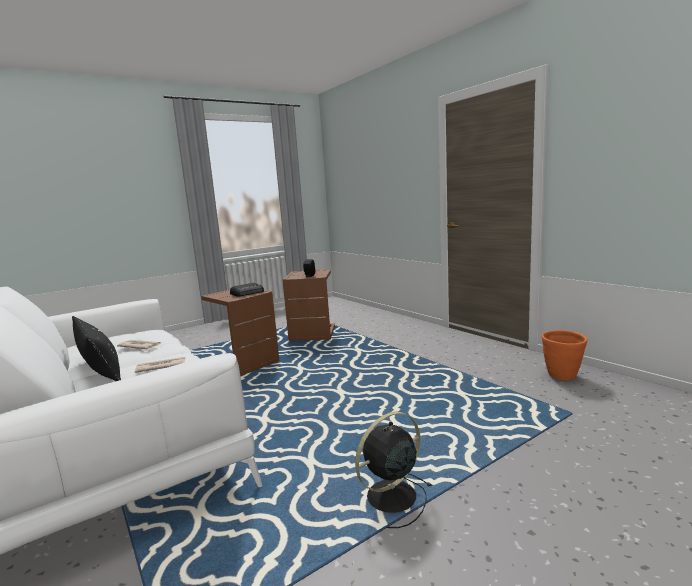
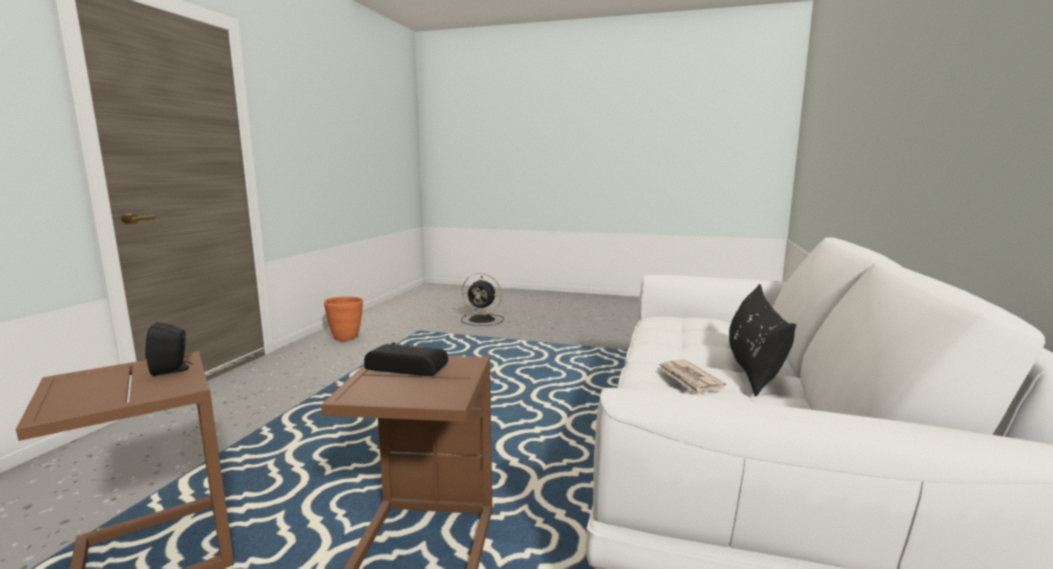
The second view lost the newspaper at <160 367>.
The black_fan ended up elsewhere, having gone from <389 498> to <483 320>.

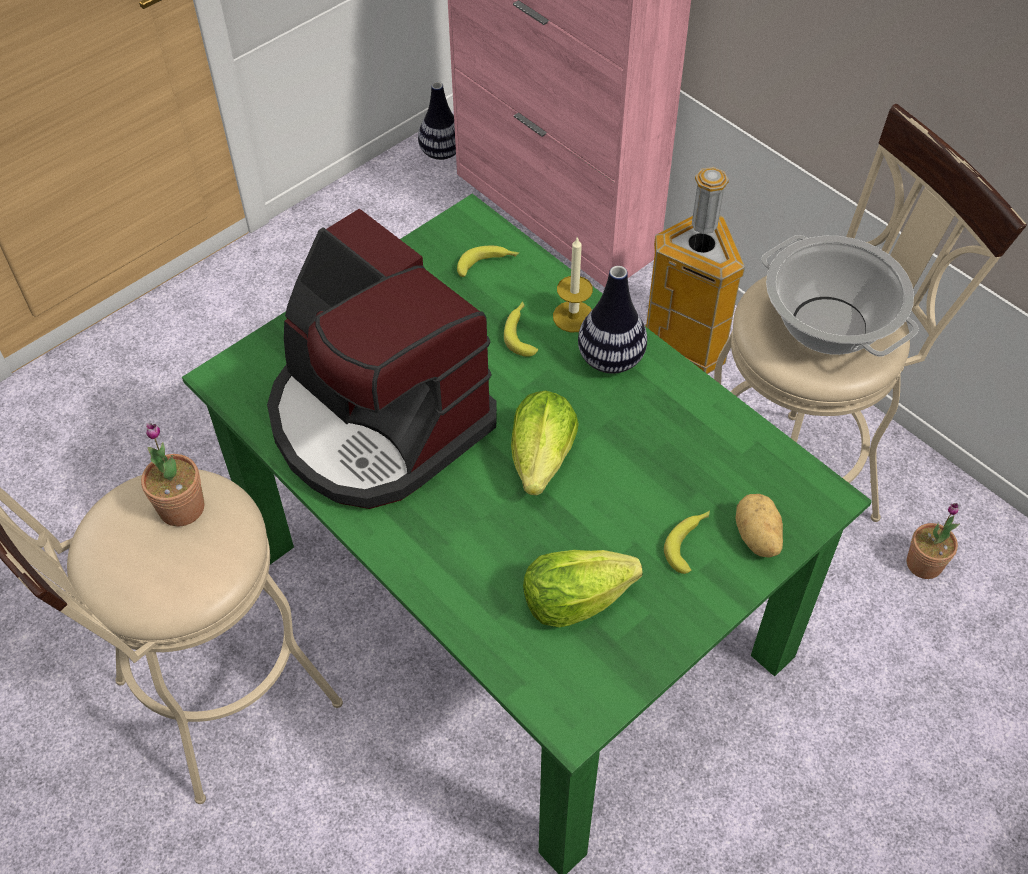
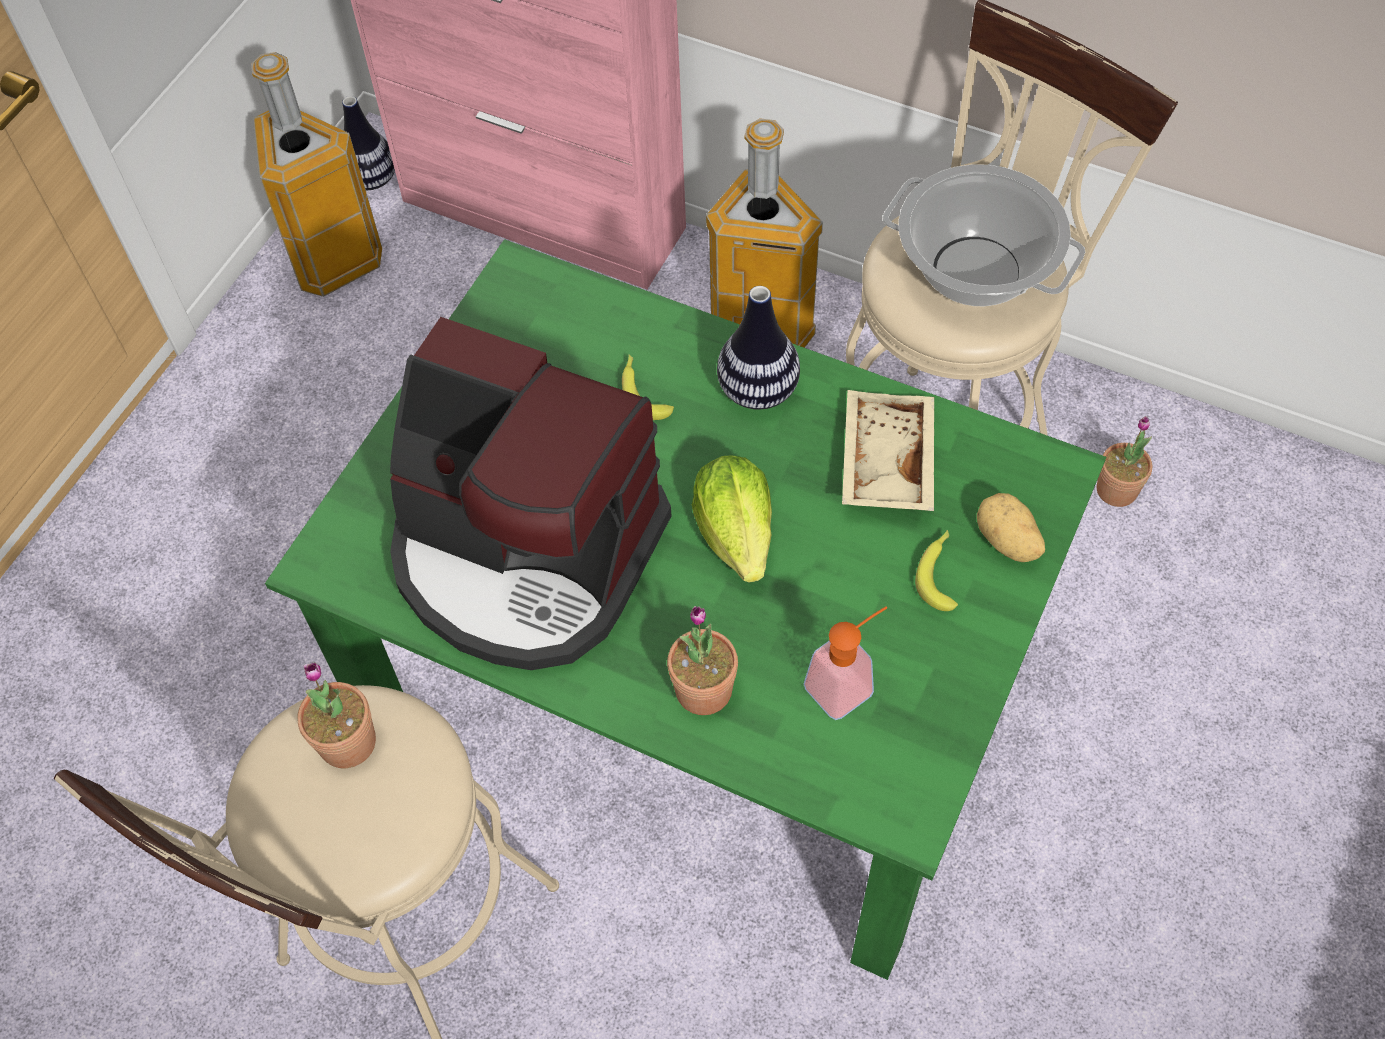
The second view lost the banana at <488 264>.
The second view lost the candle at <573 316>.
The second view gained the trash_can at <332 258>.
The second view gained the potted_plant at <703 690>.
The second view gained the beige_tray at <884 461>.
Where the lettuce stood at <574 600>, the soap_dispenser came to stand at <847 683>.

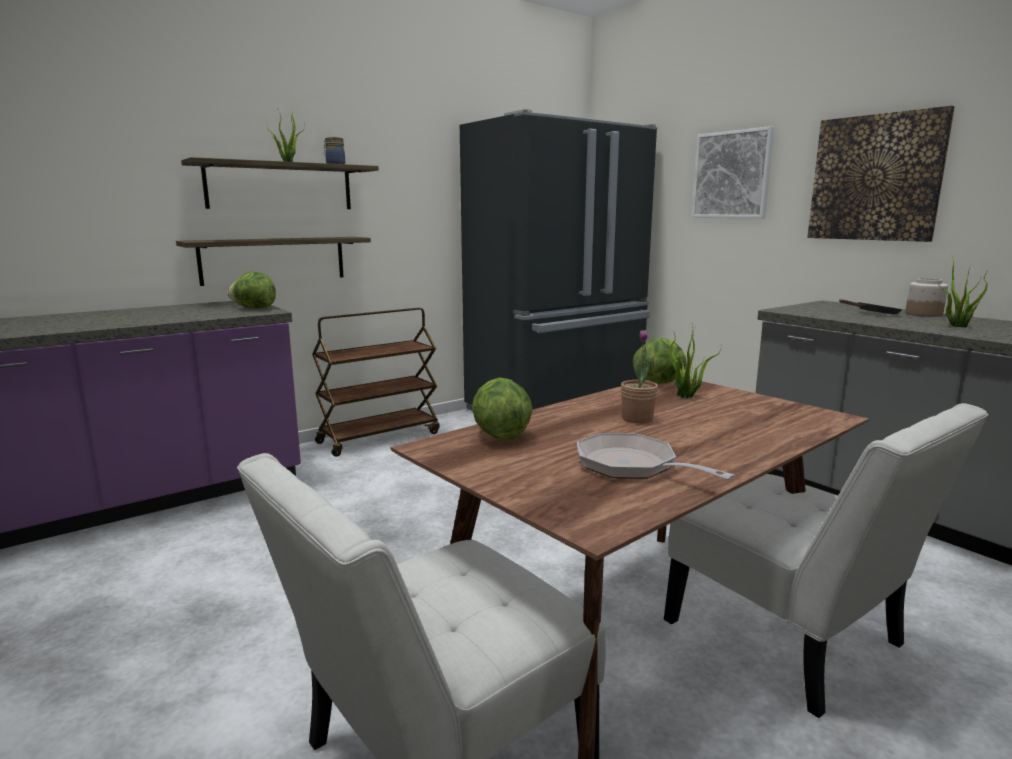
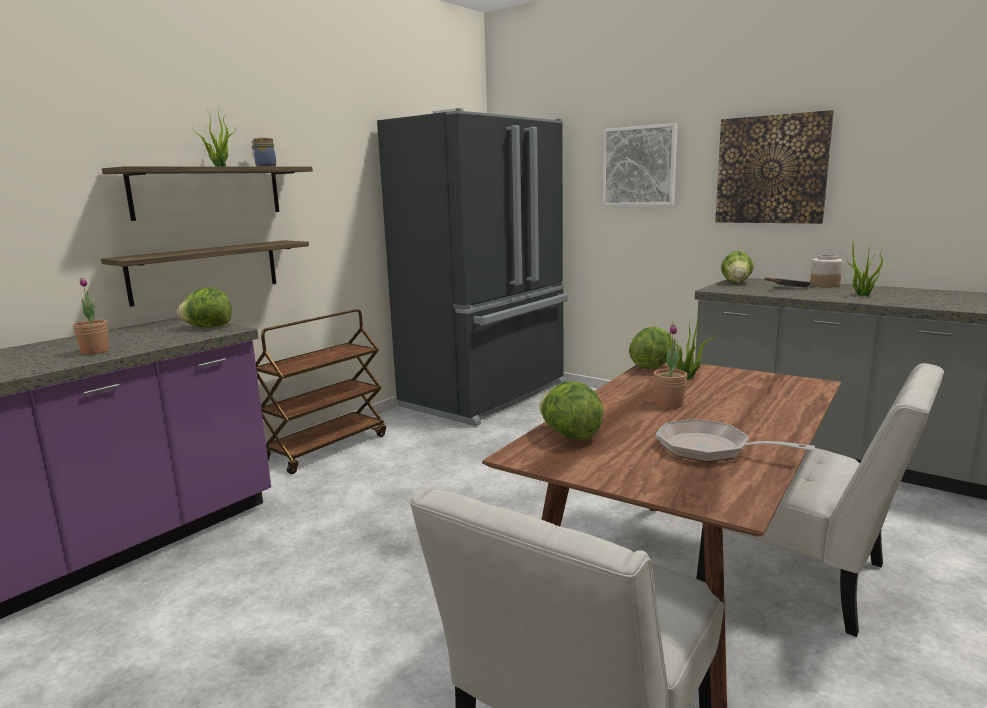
The second view gained the potted_plant at <95 352>.
The second view gained the lettuce at <736 283>.

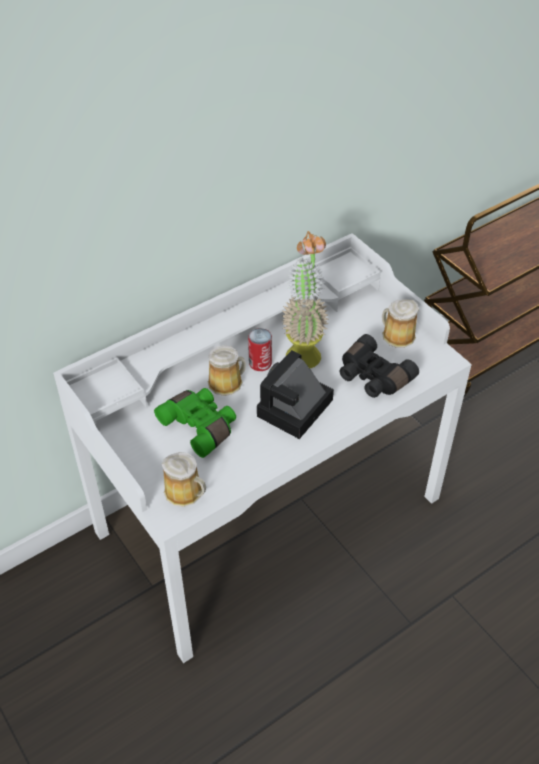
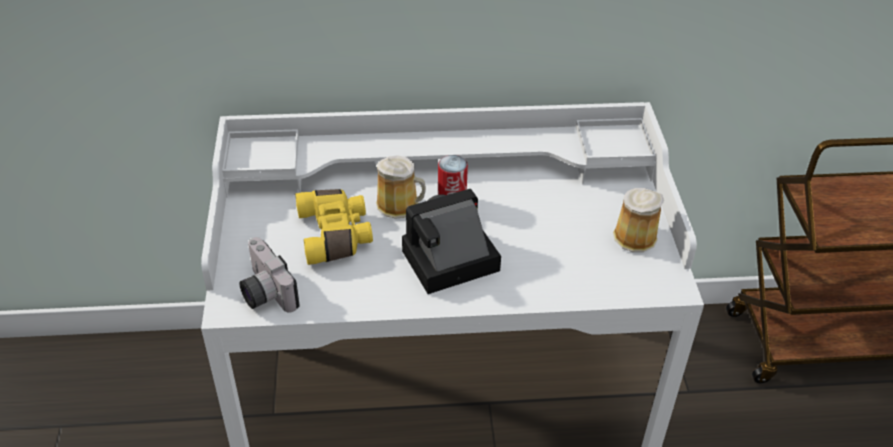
The second view lost the potted_plant at <304 349>.
The second view lost the black_binoculars at <372 377>.
Where the mug stood at <186 493>, the photo_camera came to stand at <264 292>.
What was the green_binoculars at <200 426> turned into the yellow_binoculars at <336 235>.

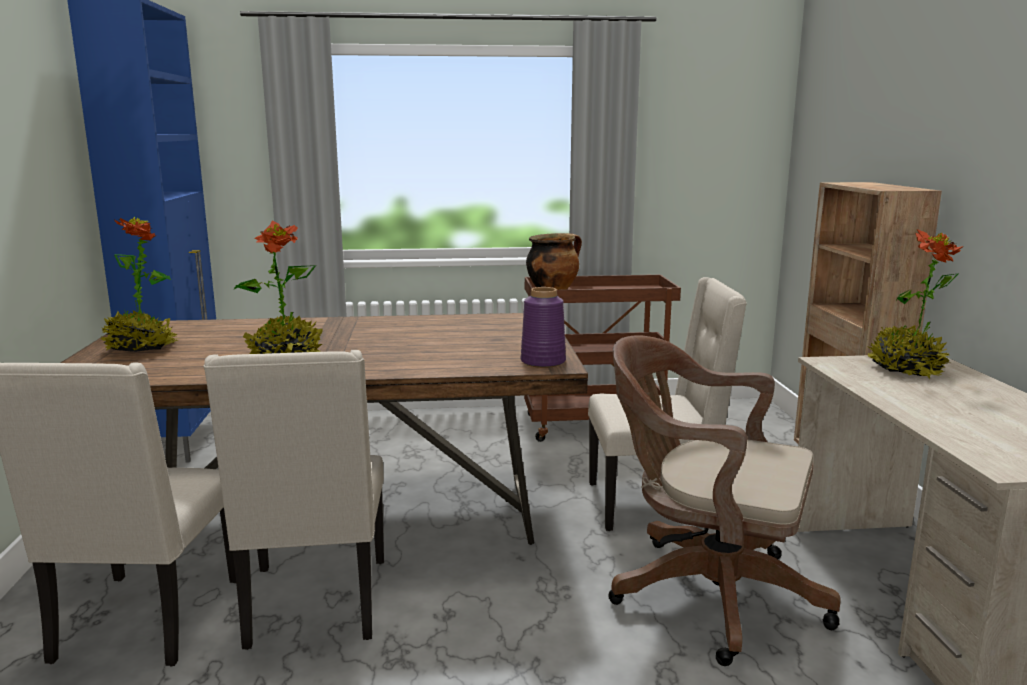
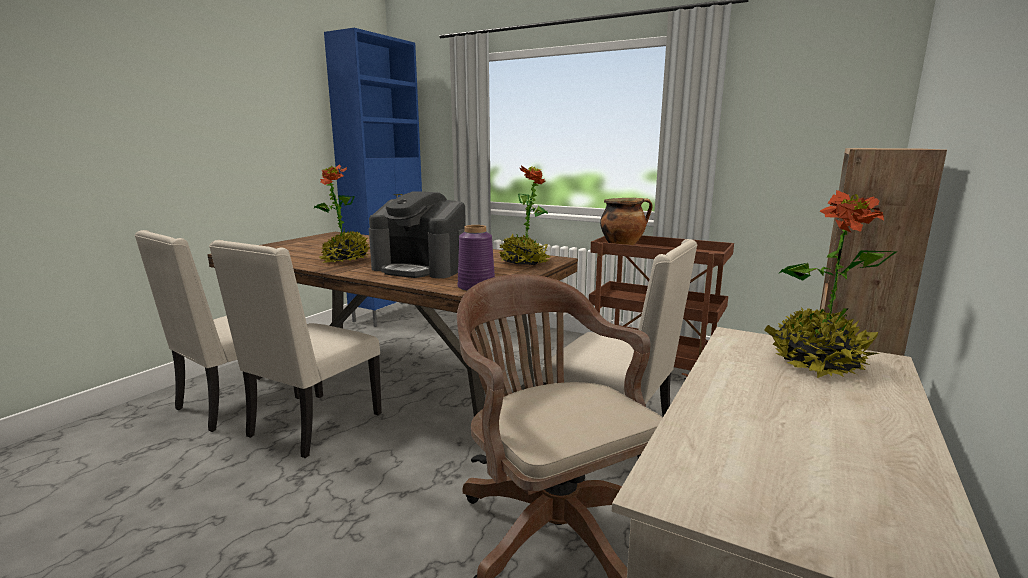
The second view gained the coffee_machine at <421 268>.
The potted_plant ended up elsewhere, having gone from <141 348> to <524 263>.

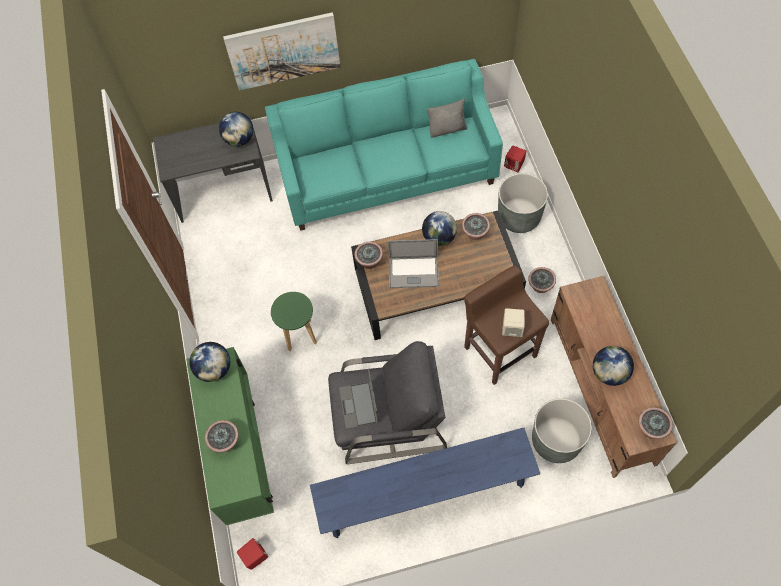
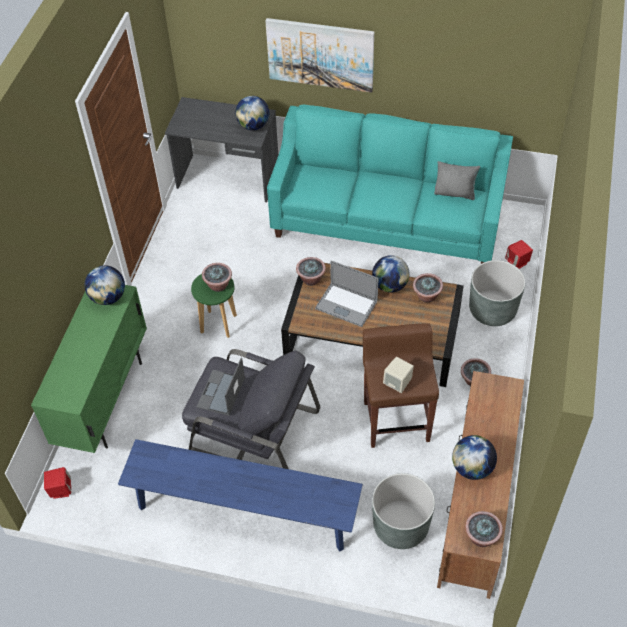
The potted_plant ended up elsewhere, having gone from <225 442> to <218 285>.

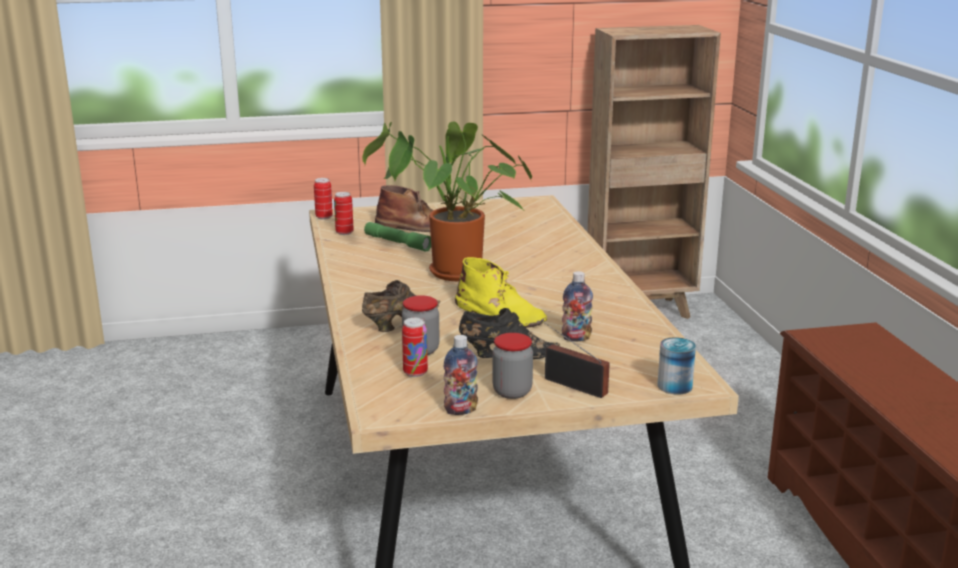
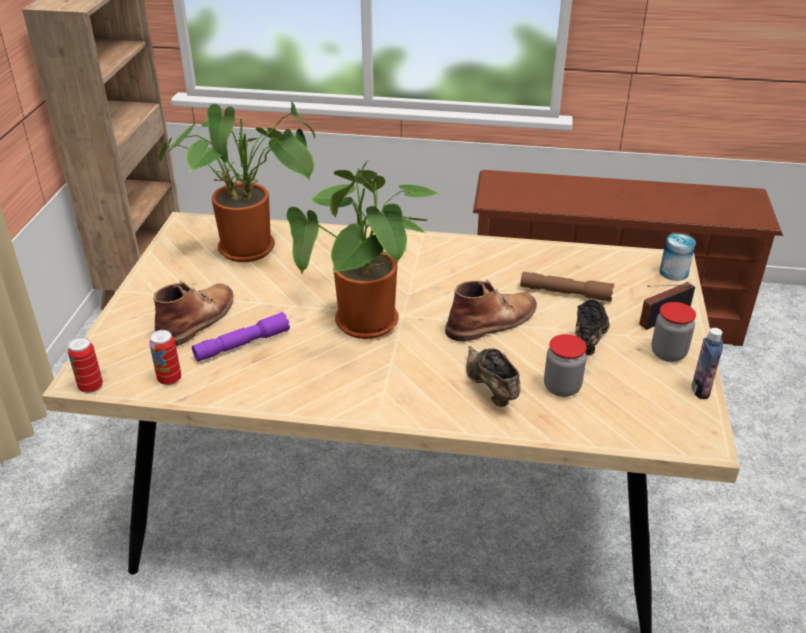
The second view lost the can at <415 373>.
The second view gained the potted_plant at <254 248>.
Where the bottle stood at <576 338>, the brown_flashlight came to stand at <565 293>.
What was the green_flashlight at <397 243> turned into the purple_flashlight at <242 344>.
What was the yellow_boot at <499 314> turned into the brown_boot at <493 321>.

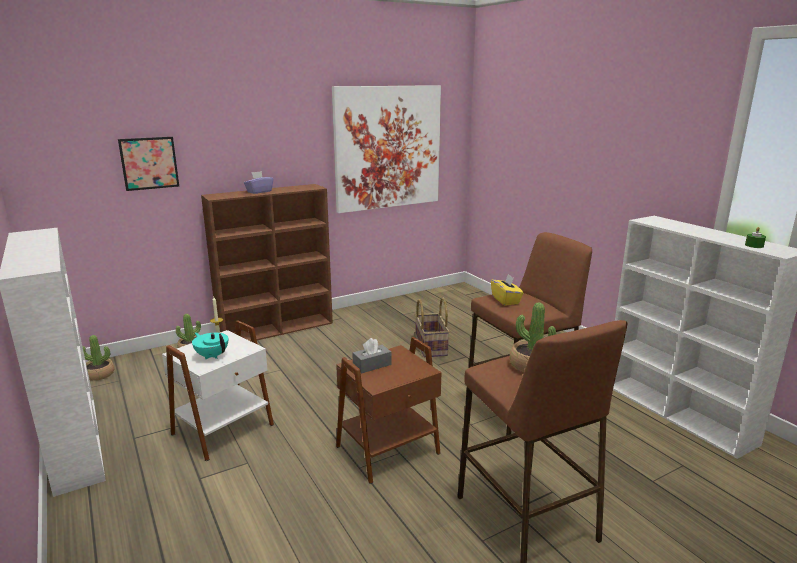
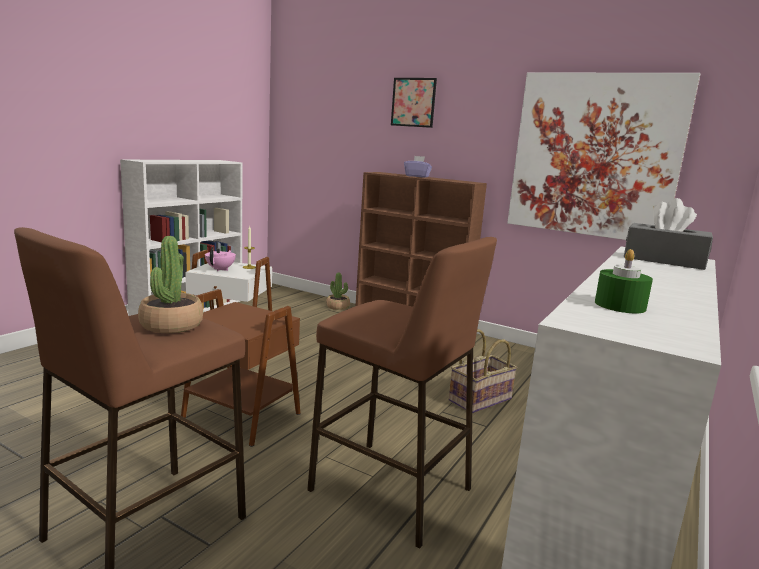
The second view lost the potted_plant at <99 375>.
The second view lost the yellow_tissue_box at <506 300>.
The picture ended up elsewhere, having gone from <149 163> to <413 102>.
The grey_tissue_box ended up elsewhere, having gone from <372 365> to <664 260>.
What was the turquoise_teapot at <212 356> turned into the pink_teapot at <221 269>.

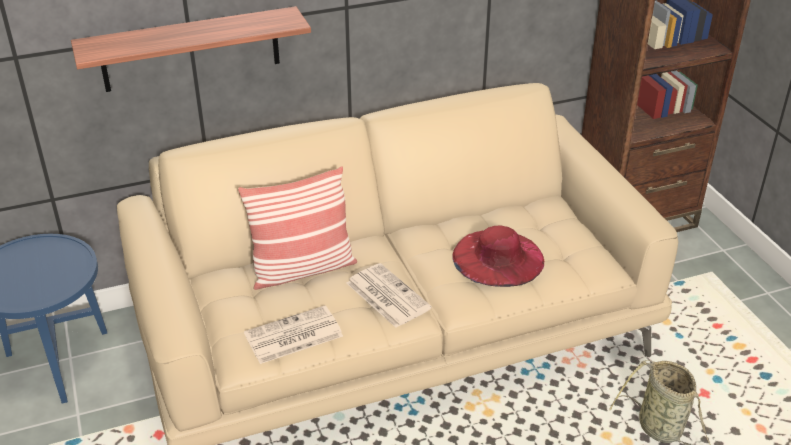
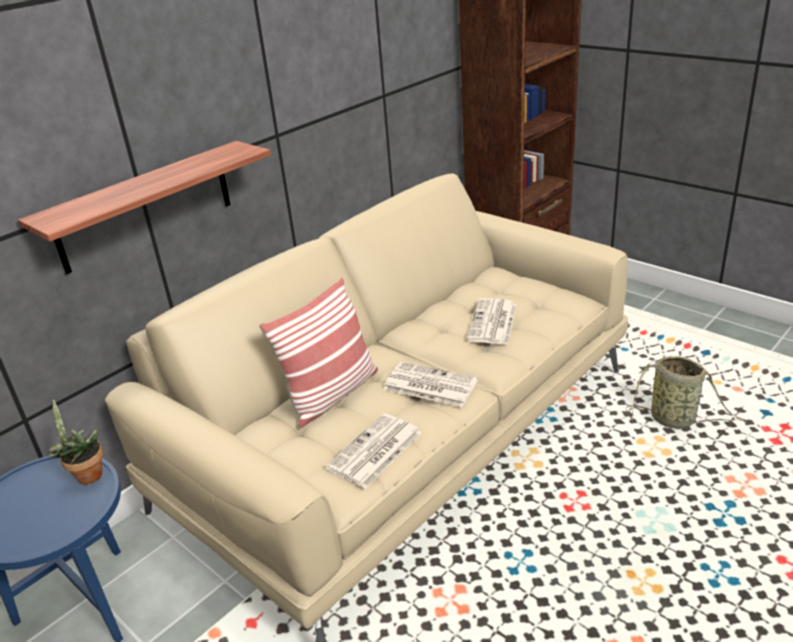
The second view gained the potted_plant at <86 475>.
Where the red_hat stood at <498 257>, the newspaper came to stand at <493 323>.

